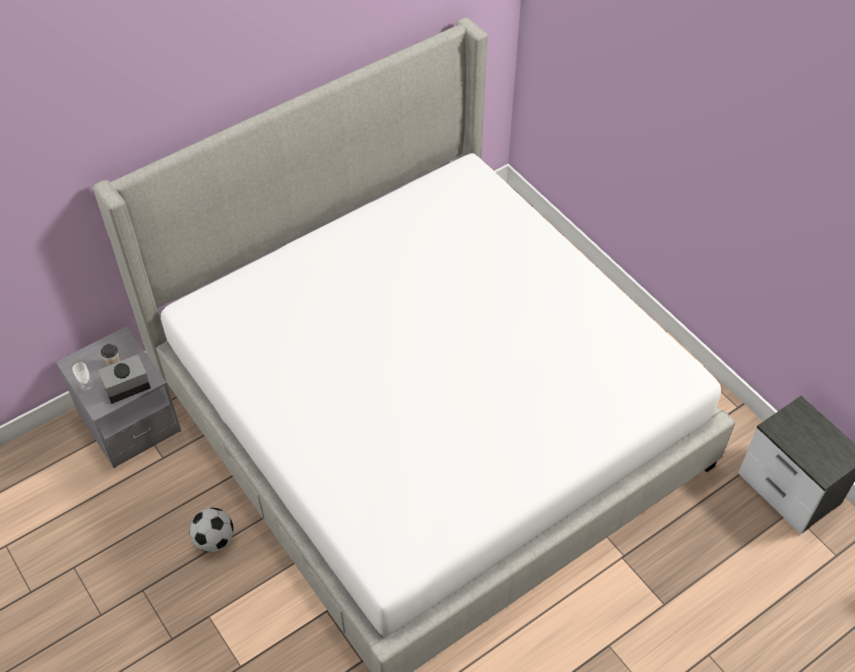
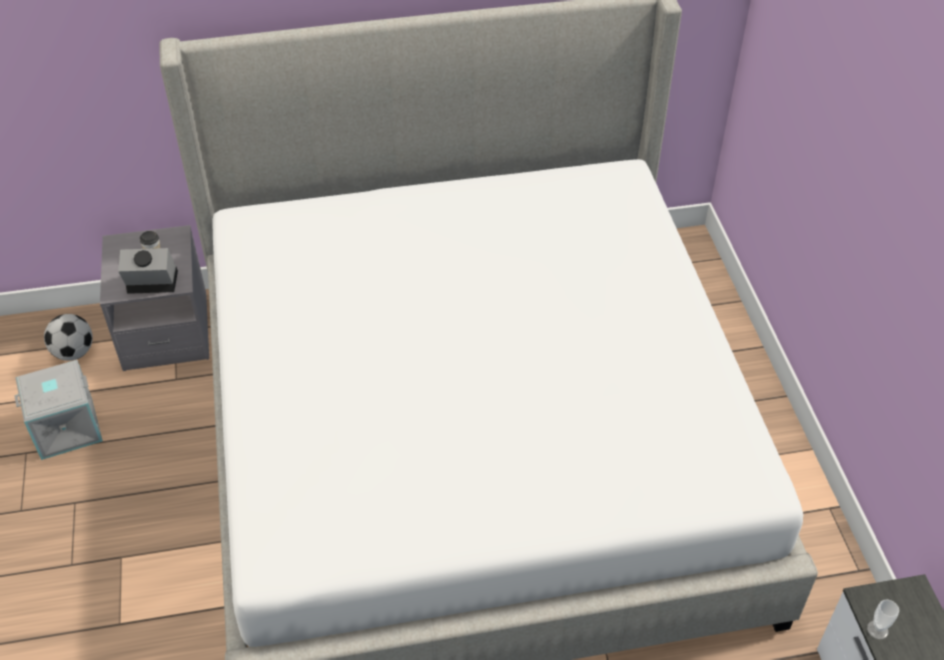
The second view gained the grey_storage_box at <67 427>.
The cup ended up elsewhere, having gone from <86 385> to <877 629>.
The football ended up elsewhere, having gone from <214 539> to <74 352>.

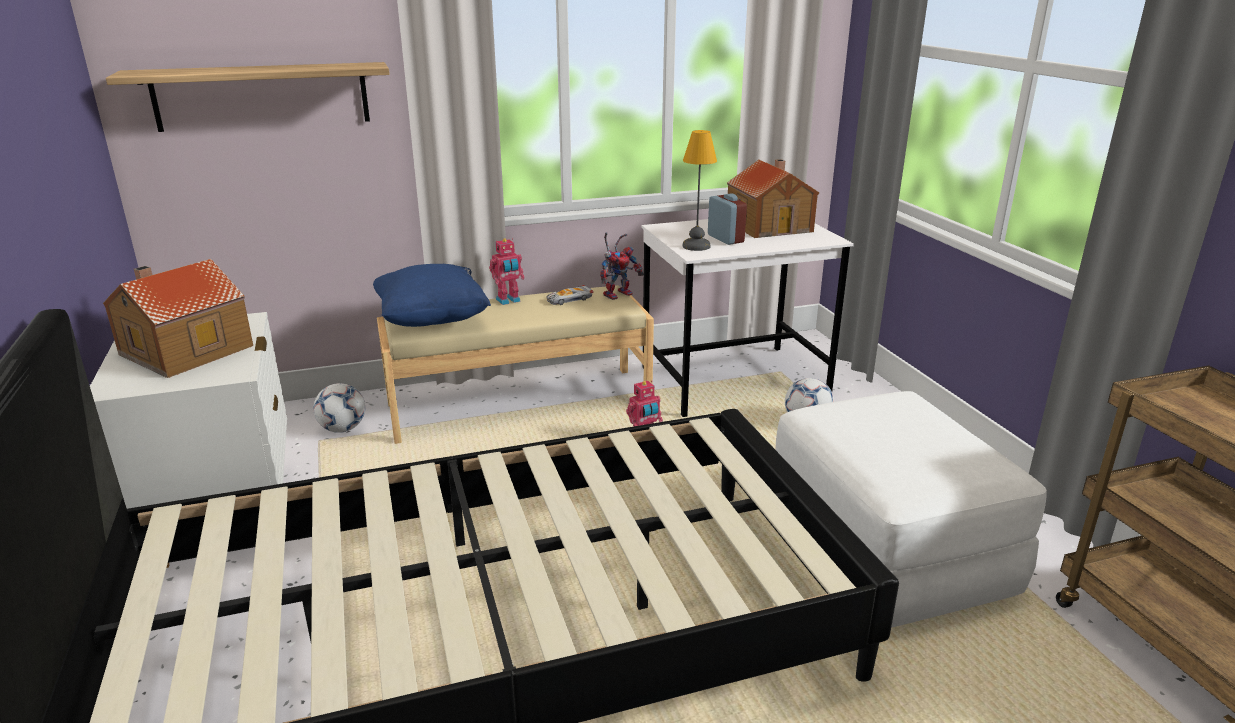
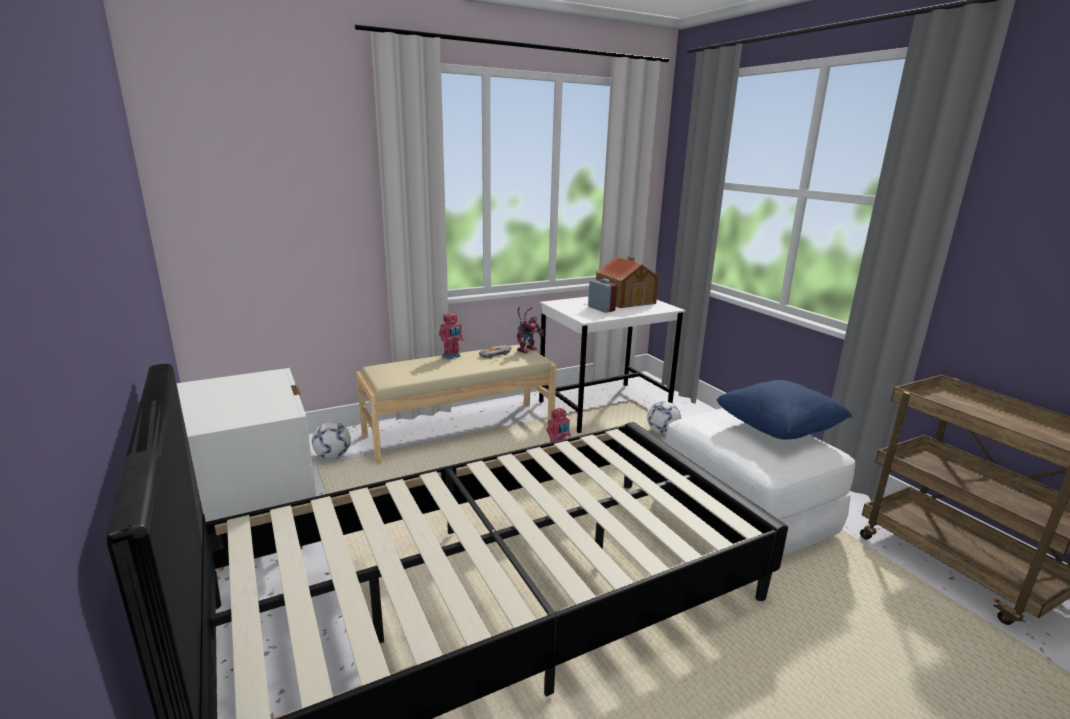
The second view lost the toy_house at <183 350>.
The second view lost the shelf at <262 96>.
The second view lost the table_lamp at <695 246>.
The blue_pillow ended up elsewhere, having gone from <432 321> to <777 430>.

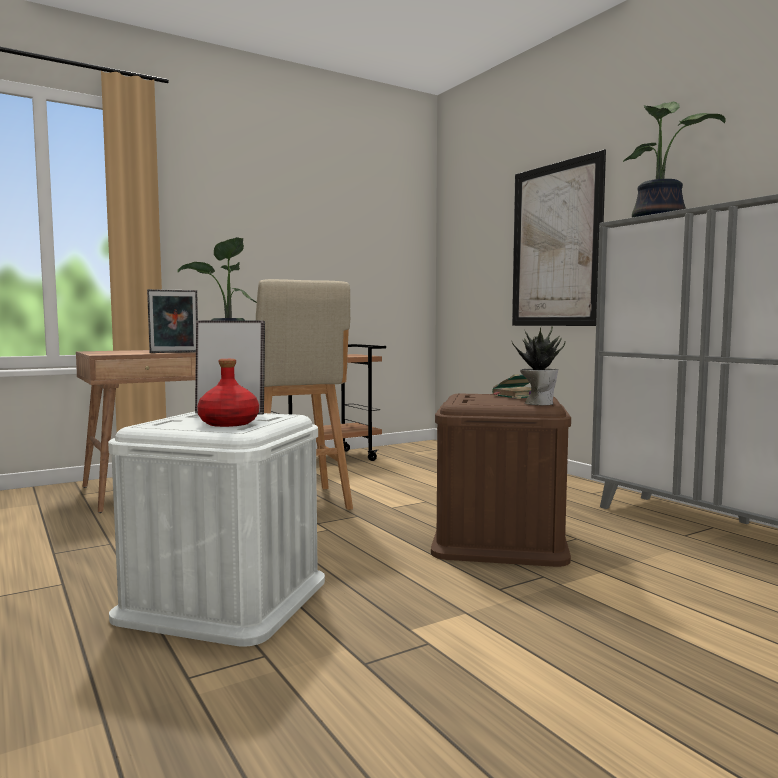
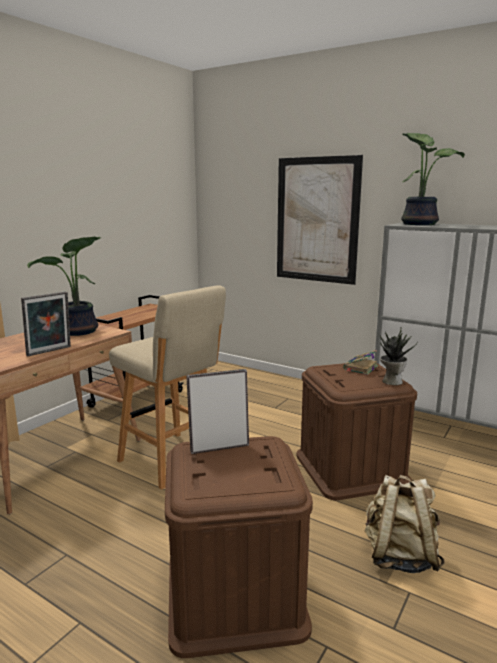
The second view lost the red_bottle at <229 423>.
The second view gained the beige_backpack at <399 556>.
What was the white_storage_box at <224 598> turned into the brown_storage_box at <235 593>.

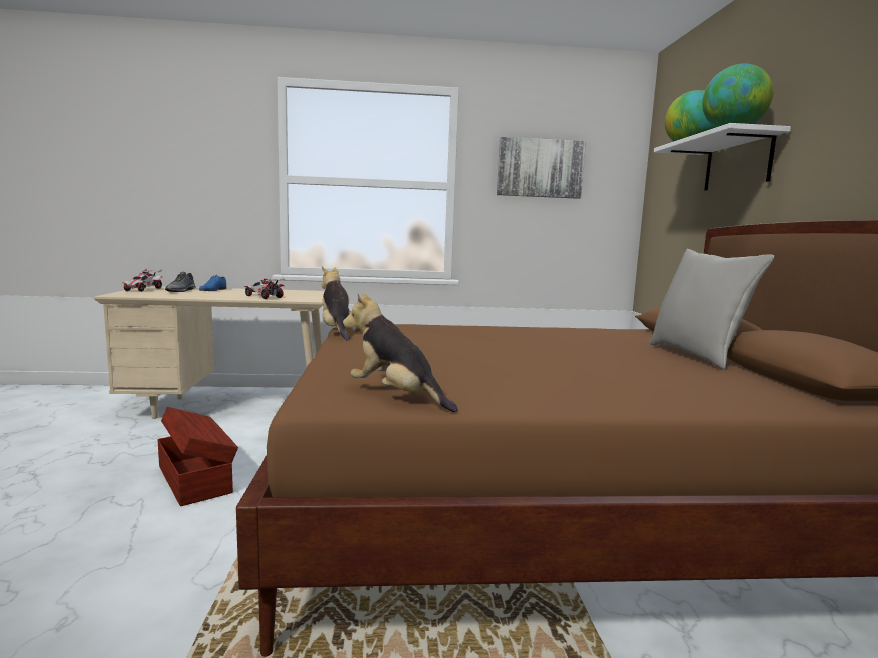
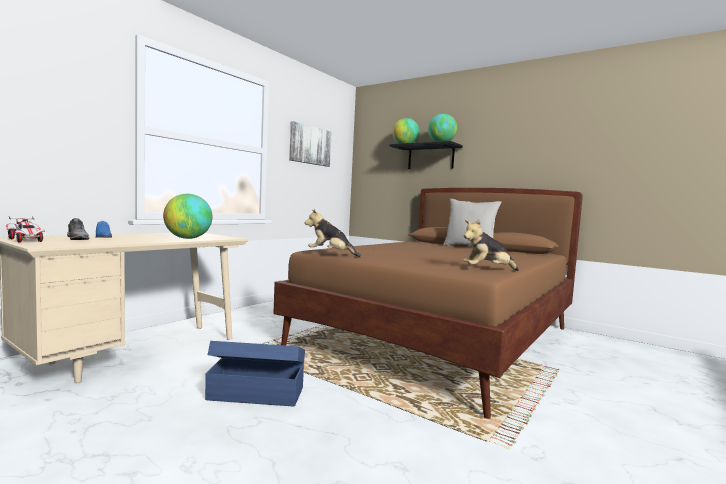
Where the toy_car stood at <263 297>, the globe came to stand at <188 238>.
What was the brown_storage_box at <195 478> turned into the blue_storage_box at <255 393>.
What was the white_shelf at <737 163> turned into the black_shelf at <430 157>.

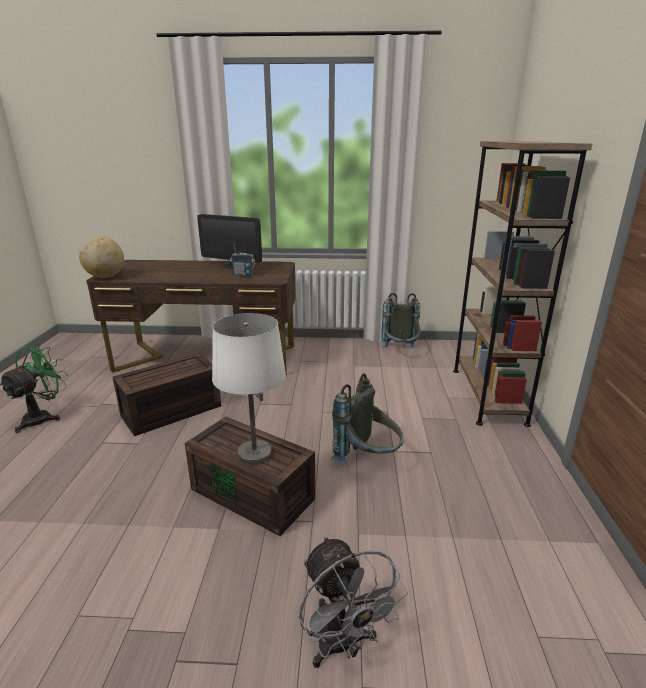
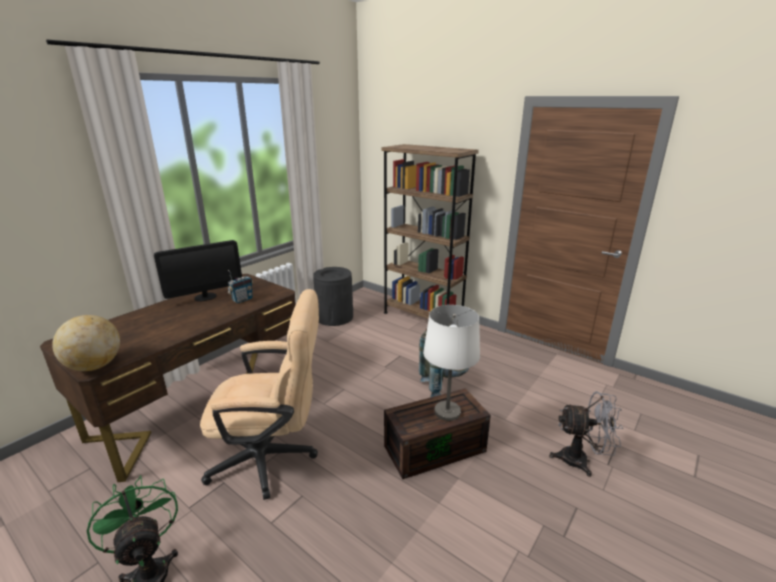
Where the brown_storage_box stood at <170 412>, the beige_office_chair came to stand at <272 458>.
Where the grey_backpack stood at <400 351>, the black_trash_can came to stand at <334 317>.

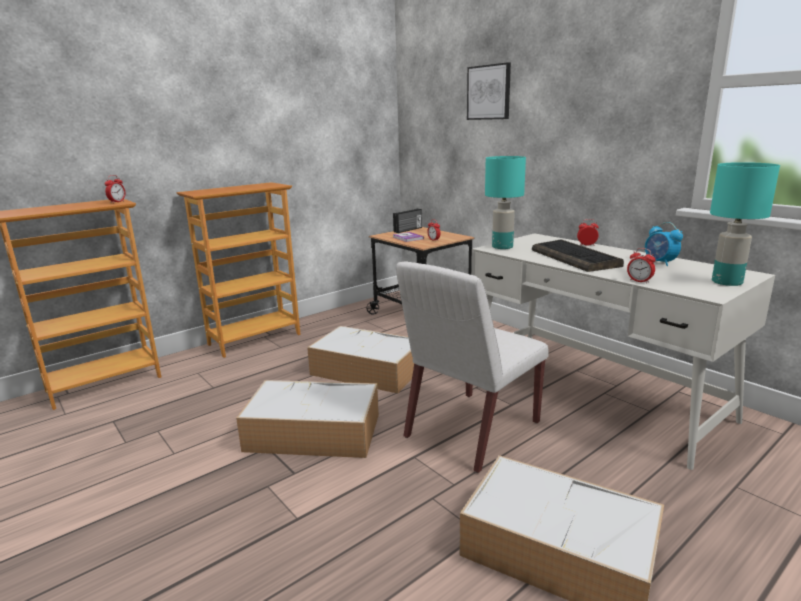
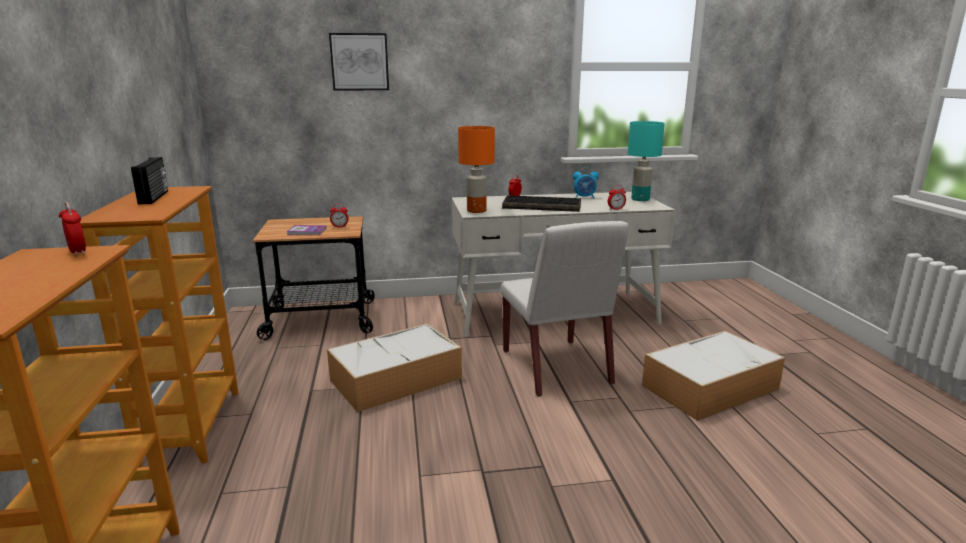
The second view lost the storage_box at <311 432>.
The radio ended up elsewhere, having gone from <408 230> to <155 197>.
What was the turquoise_table_lamp at <502 247> turned into the orange_table_lamp at <476 211>.

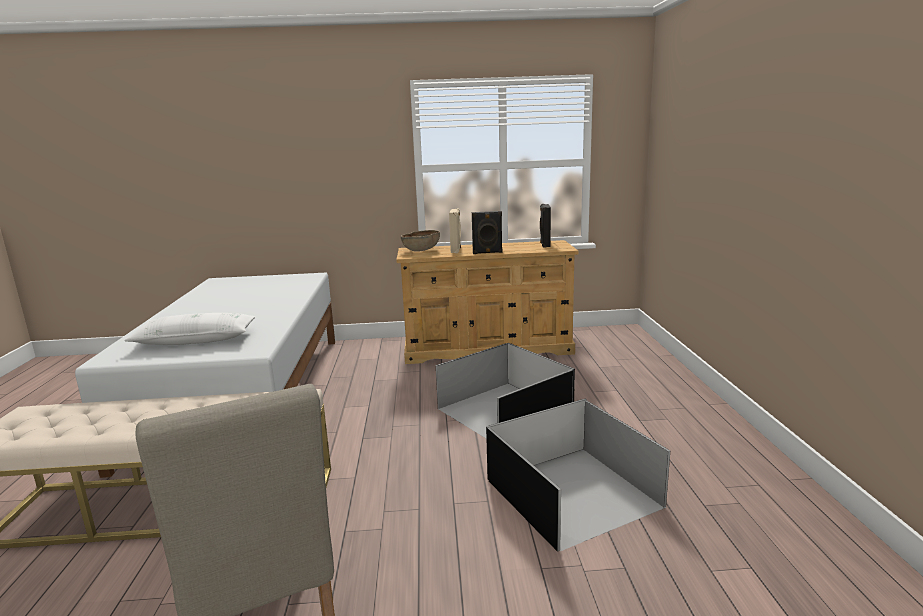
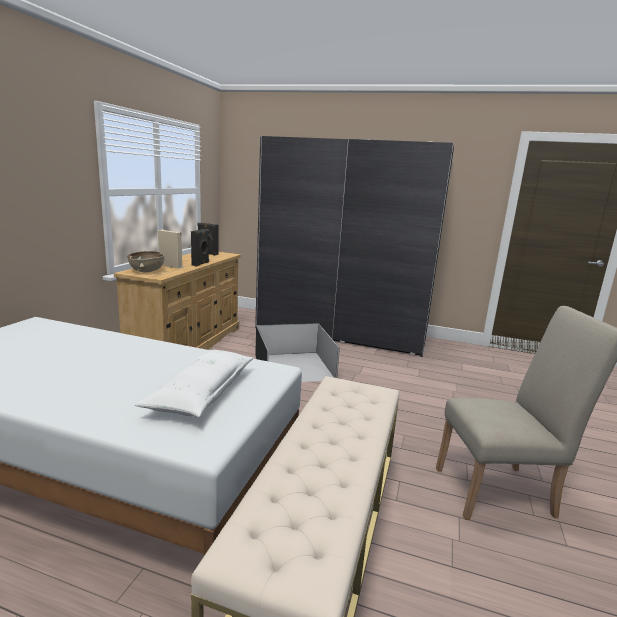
The second view lost the black_storage_box at <570 494>.
The second view gained the grey_wardrobe at <341 333>.

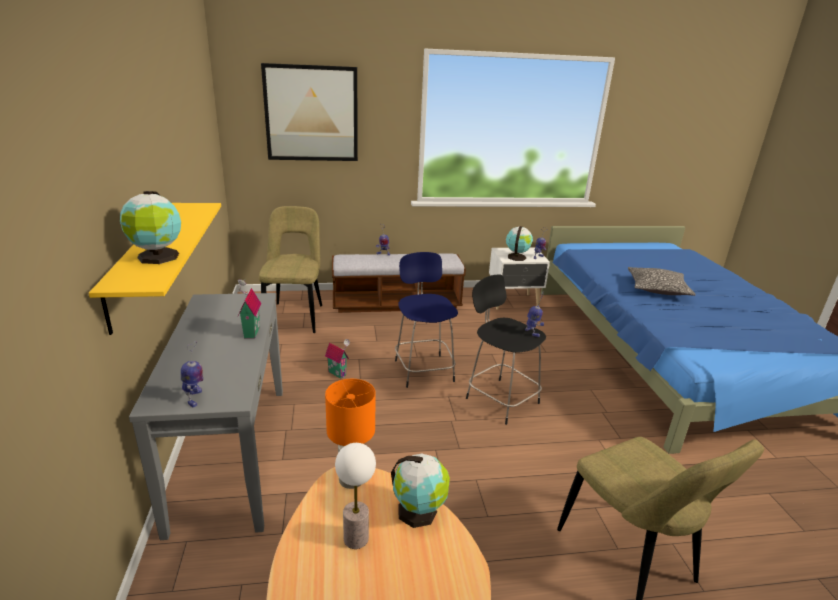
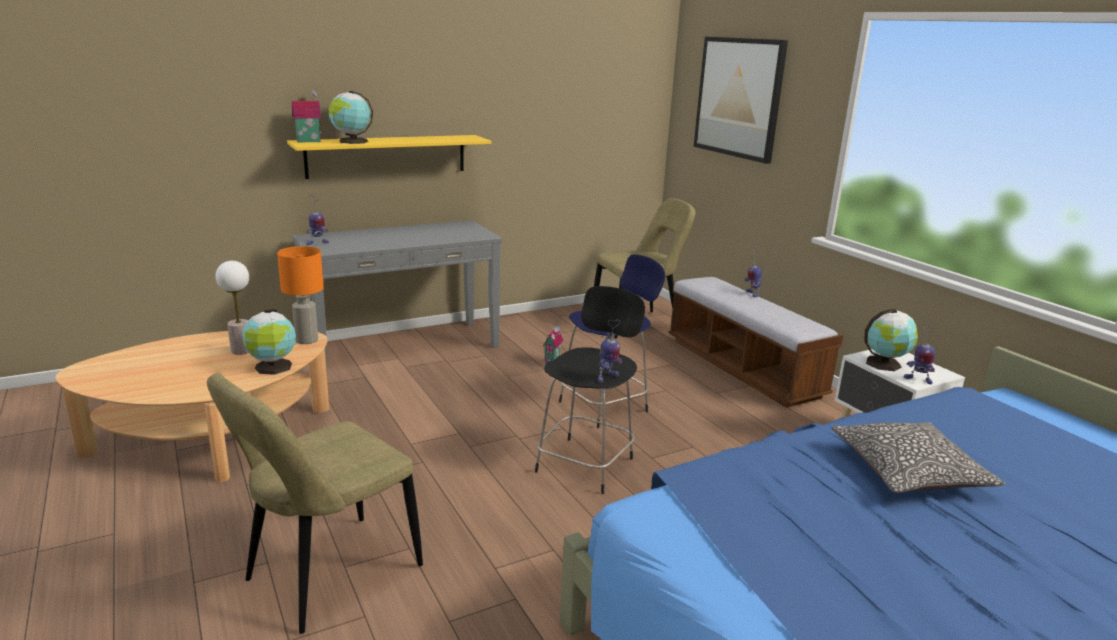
The toy_house ended up elsewhere, having gone from <250 332> to <308 141>.

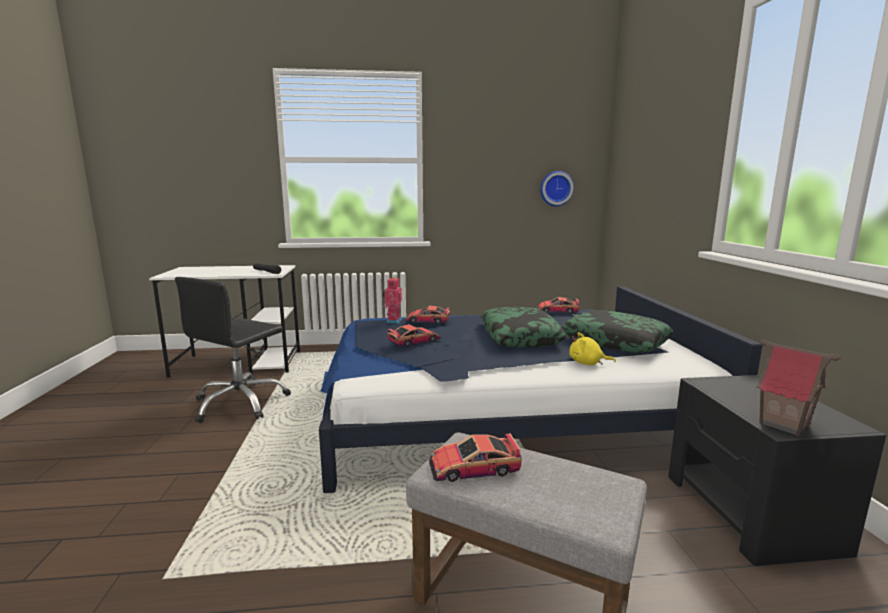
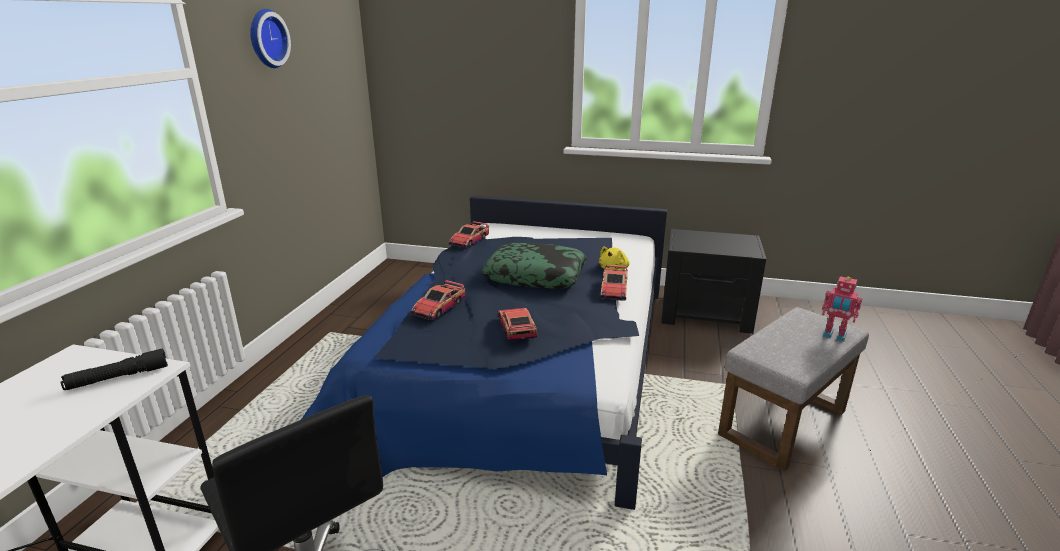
The second view lost the pillow at <615 341>.
The second view lost the toy_house at <783 425>.
The toy_robot ended up elsewhere, having gone from <393 321> to <834 336>.
The toy_car ended up elsewhere, having gone from <473 467> to <614 290>.
The wall_clock ended up elsewhere, having gone from <555 188> to <266 38>.

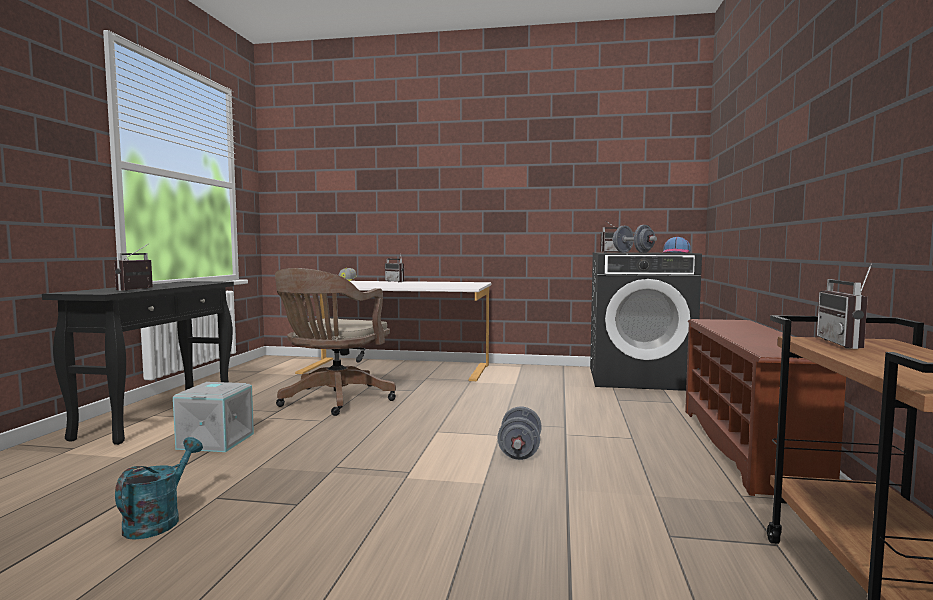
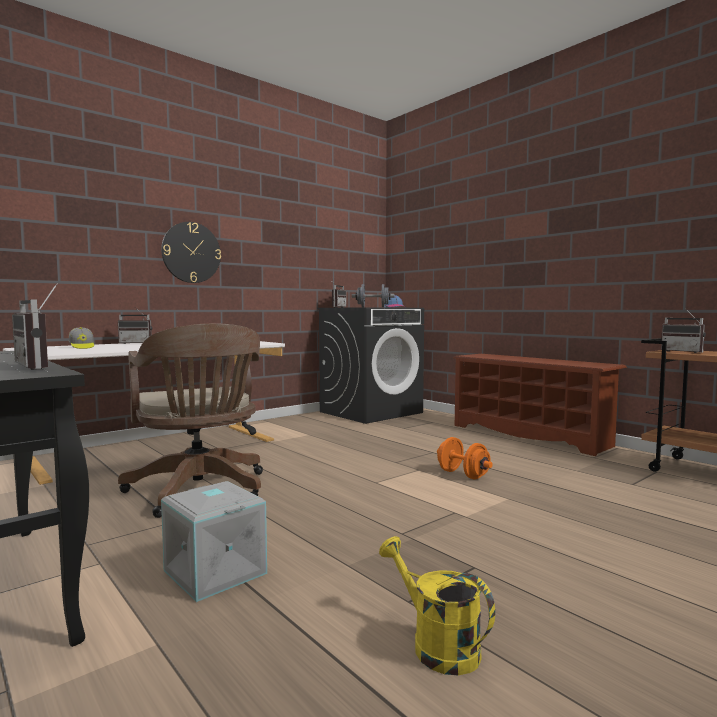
The second view gained the wall_clock at <191 252>.
What was the turquoise_watering_can at <158 520> turned into the yellow_watering_can at <436 645>.
What was the grey_dumbbell at <519 452> turned into the orange_dumbbell at <463 474>.

